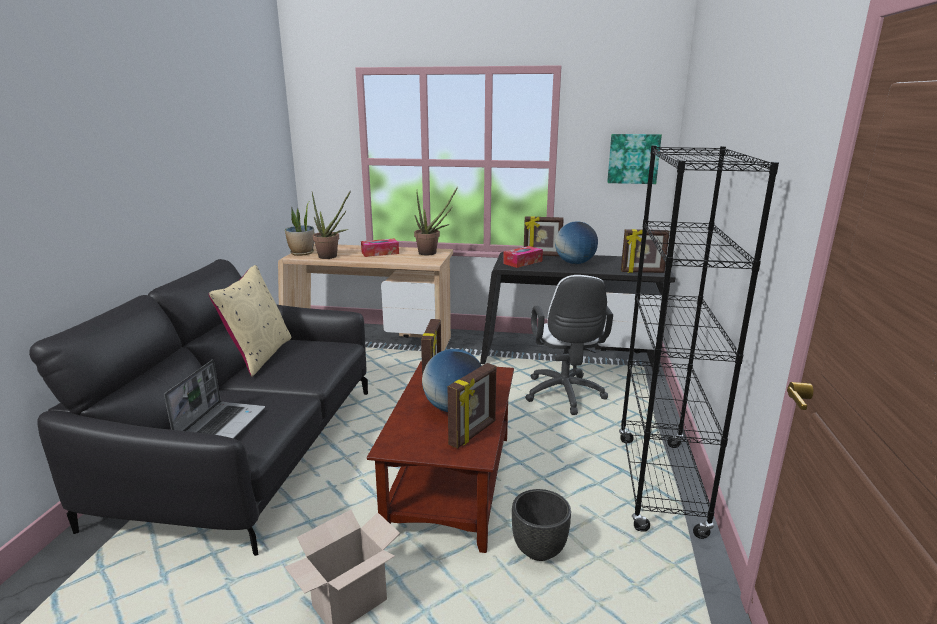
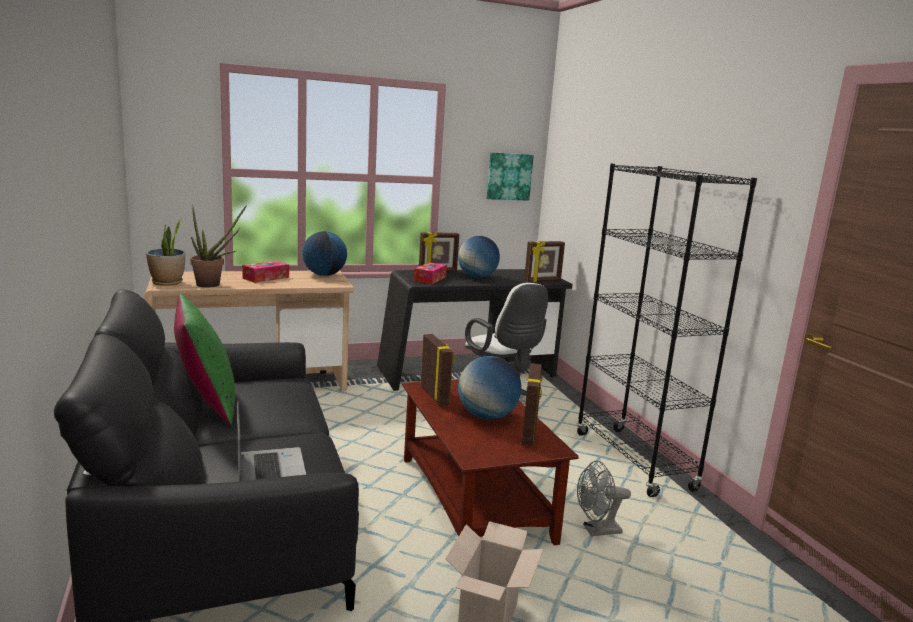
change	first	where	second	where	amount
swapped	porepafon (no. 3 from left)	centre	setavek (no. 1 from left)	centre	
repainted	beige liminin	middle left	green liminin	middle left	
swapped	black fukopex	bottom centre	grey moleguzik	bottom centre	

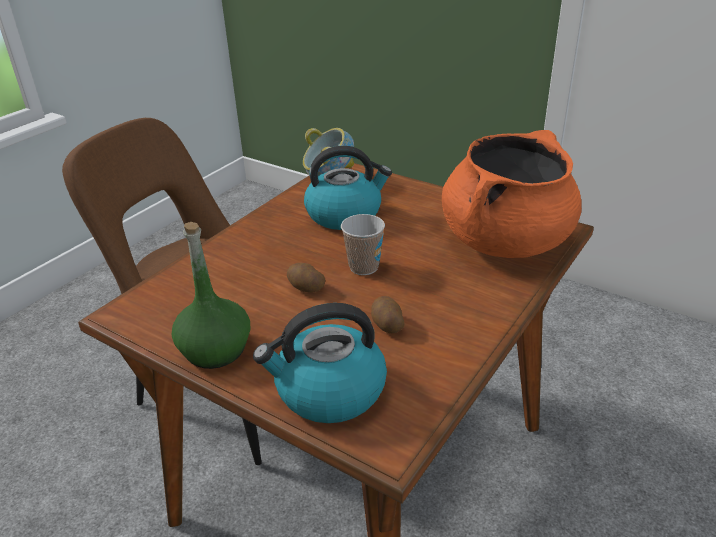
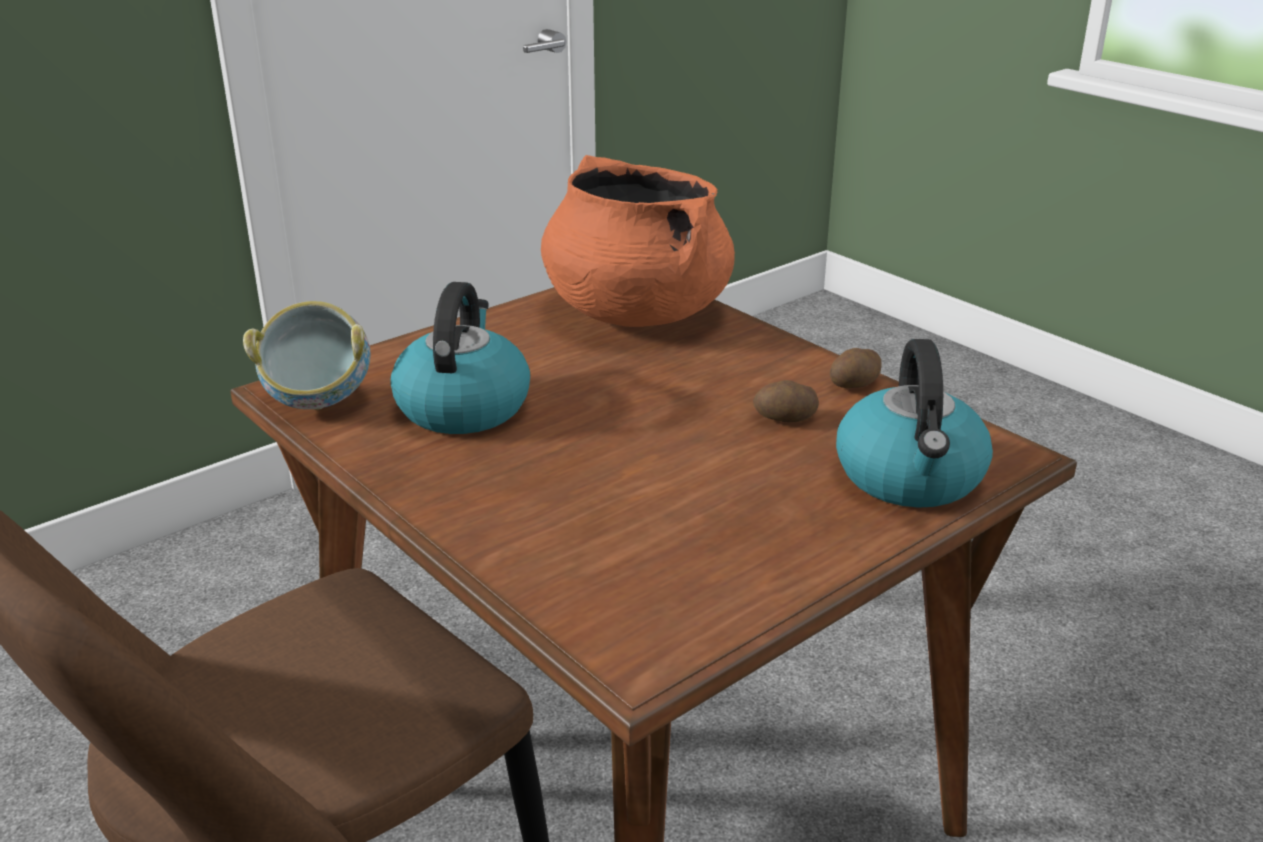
change	first	where	second	where	amount
gone	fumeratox	centre			
gone	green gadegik	middle left			
shifted	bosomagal (no. 1 from left in the first image)	centre	bosomagal (no. 2 from left)	middle right	

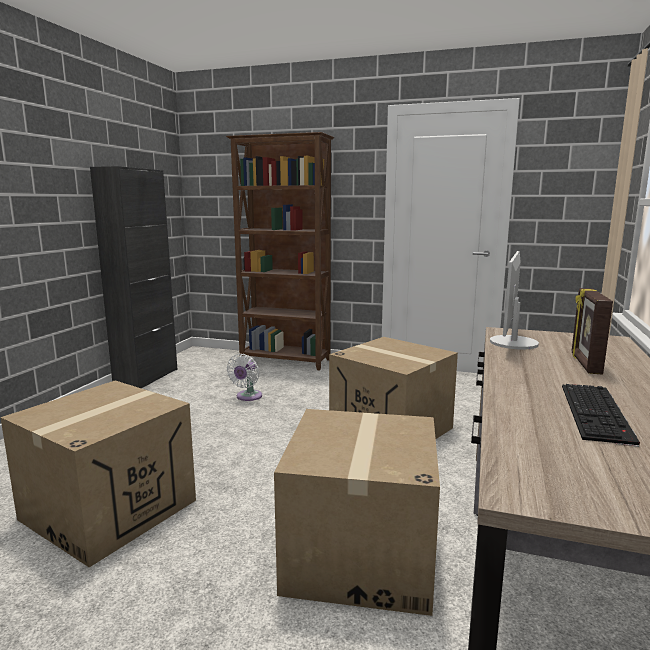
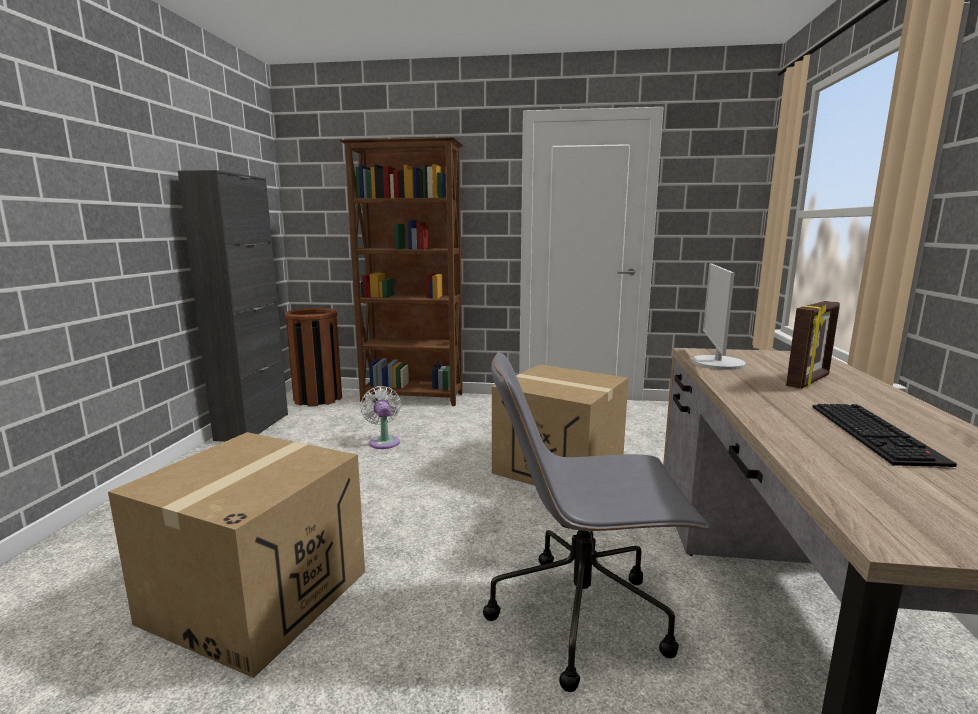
change	first	where	second	where	amount
rotated	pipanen	middle right		middle right	135 degrees counterclockwise
rotated	white moleguzik	centre		centre	150 degrees clockwise
swapped	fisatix (no. 2 from left)	bottom centre	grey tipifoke	bottom centre	
new			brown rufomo	middle left	

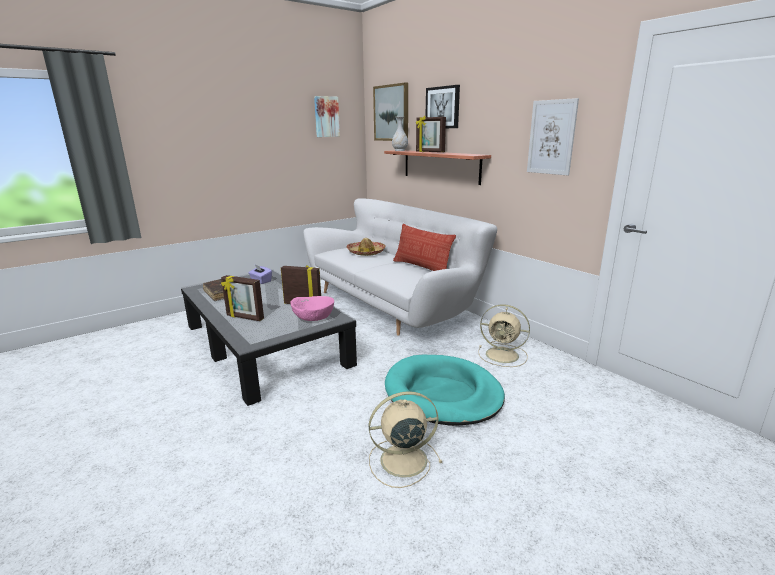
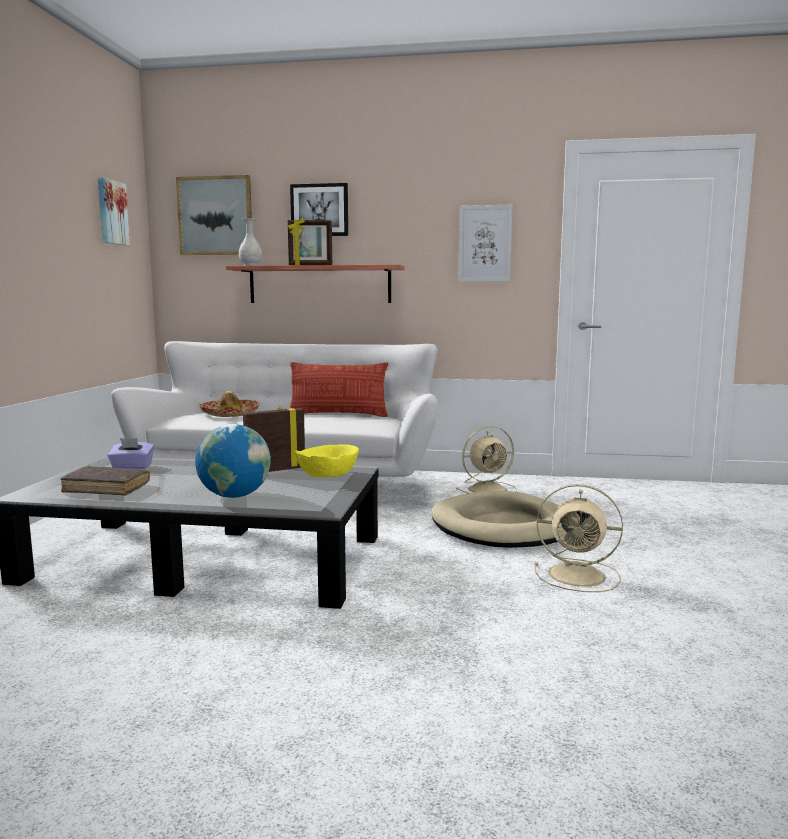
change	first	where	second	where	amount
swapped	pipanen (no. 1 from left)	middle left	setavek	middle left	
repainted	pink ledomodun	centre	yellow ledomodun	centre	
repainted	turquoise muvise	bottom centre	beige muvise	centre	
rotated	beige moleguzik (no. 1 from left in the first image)	bottom centre	beige moleguzik (no. 2 from left)	middle right	105 degrees counterclockwise

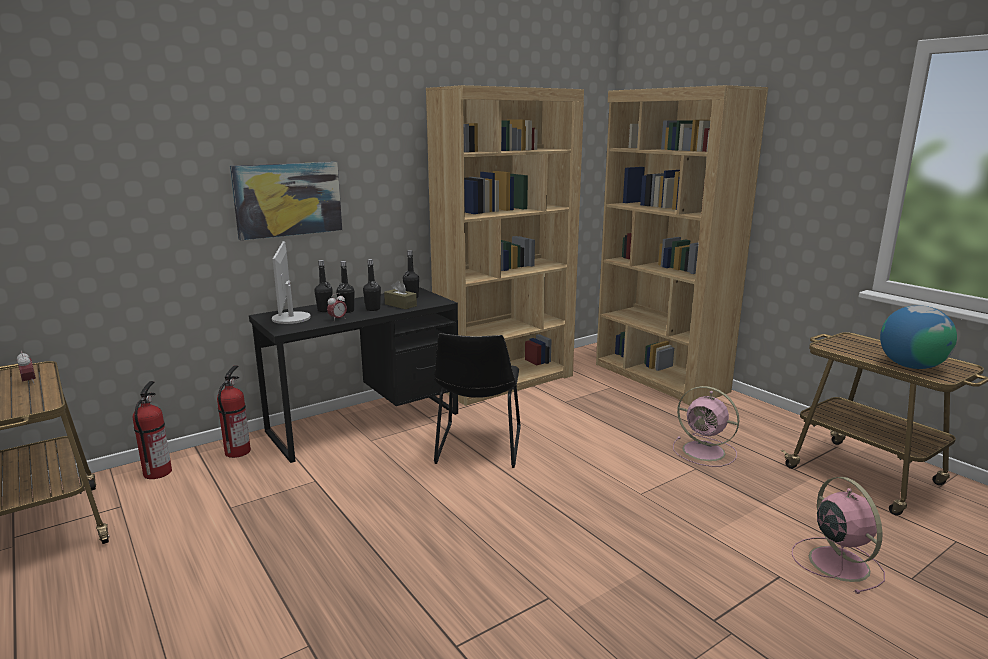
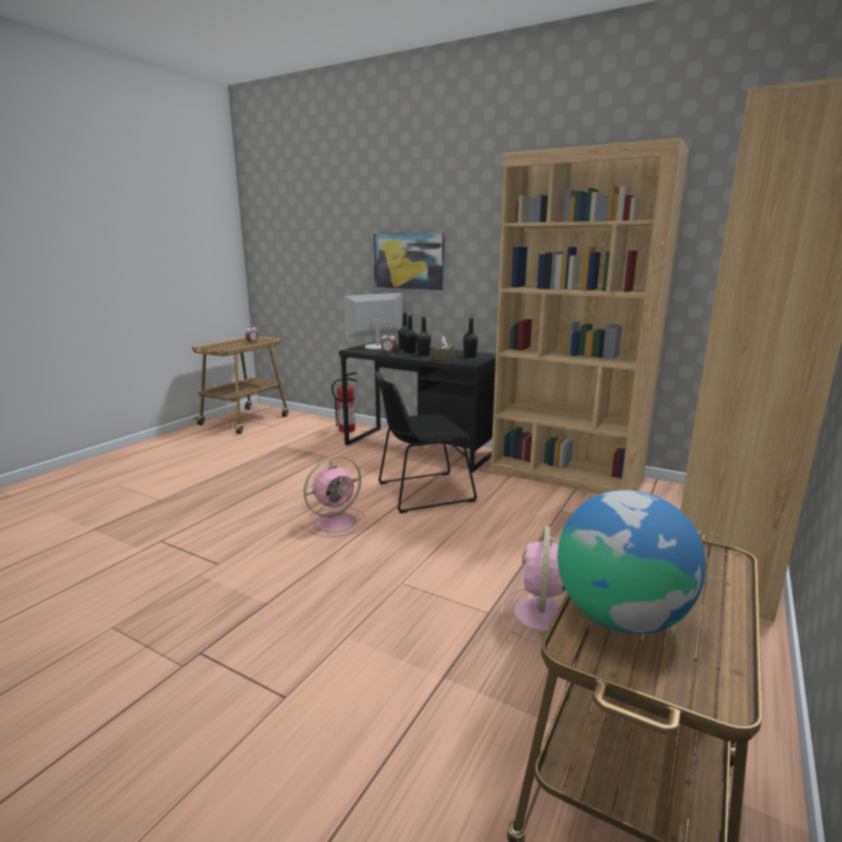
change	first	where	second	where	amount
gone	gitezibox (no. 1 from left)	middle left			
shifted	pink moleguzik (no. 2 from left in the first image)	bottom right	pink moleguzik (no. 1 from left)	centre	

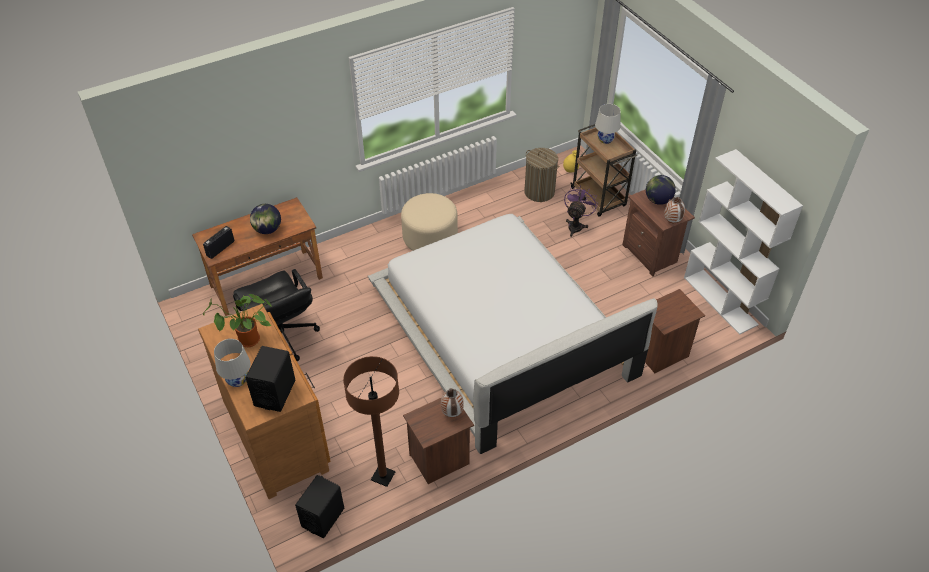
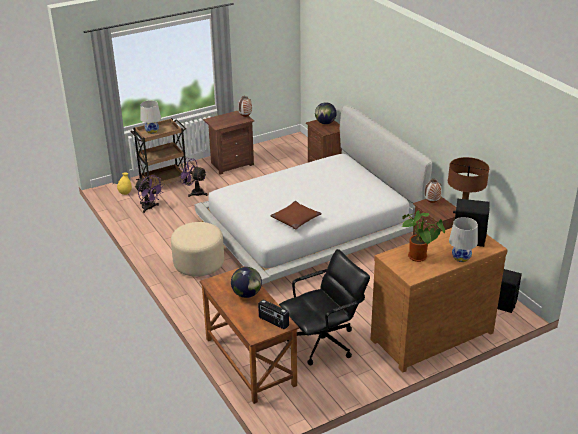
change	first	where	second	where	amount
swapped	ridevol	top centre	purple moleguzik (no. 1 from left)	middle left	
gone	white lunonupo	middle right			
shifted	setavek (no. 2 from left)	top right		top centre	
new			brown liminin	centre	

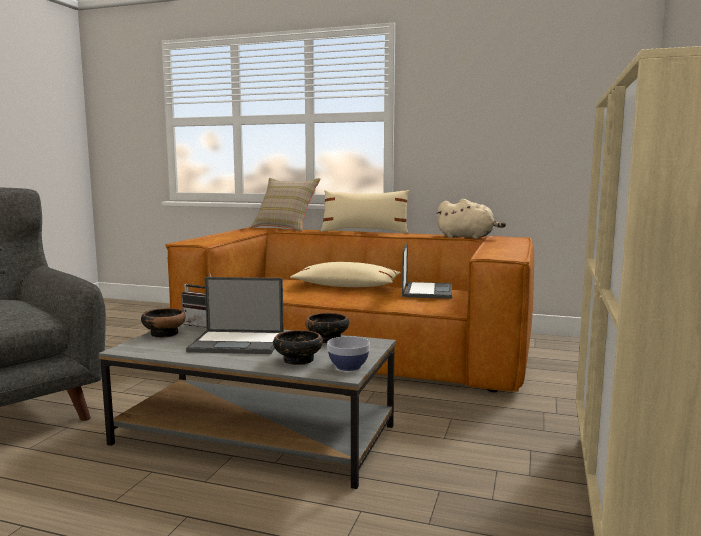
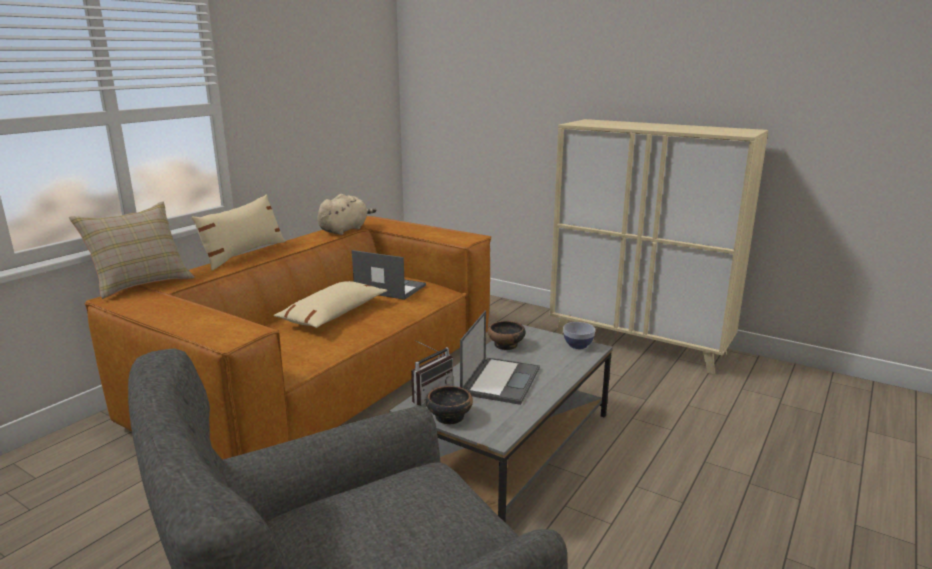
change	first	where	second	where	amount
gone	ledomodun (no. 2 from left)	centre			

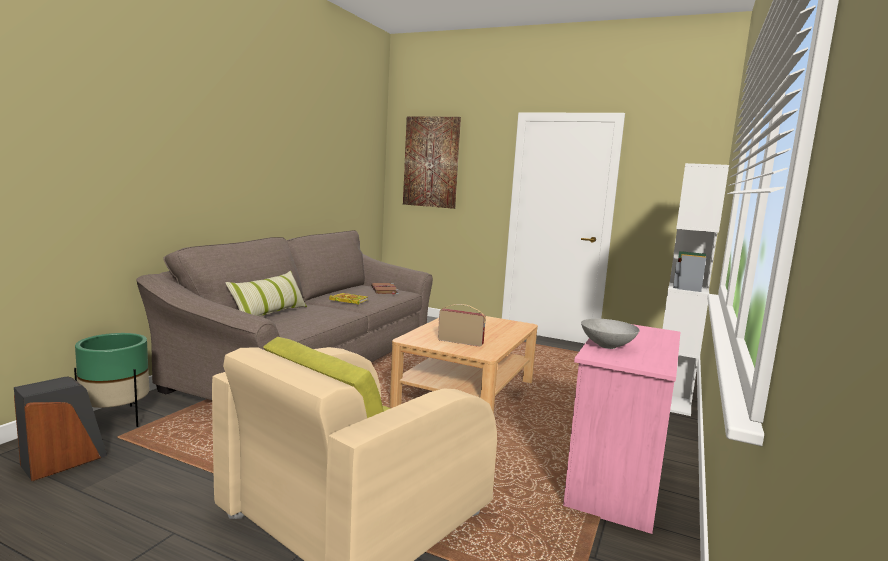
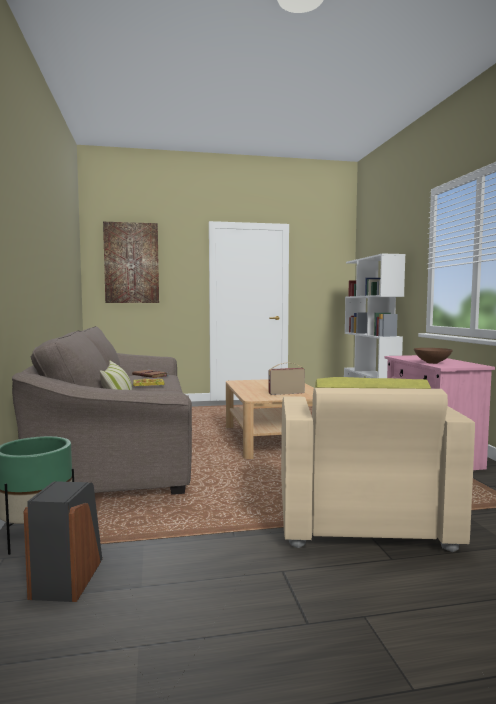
change	first	where	second	where	amount
repainted	grey ledomodun	middle right	brown ledomodun	middle right	

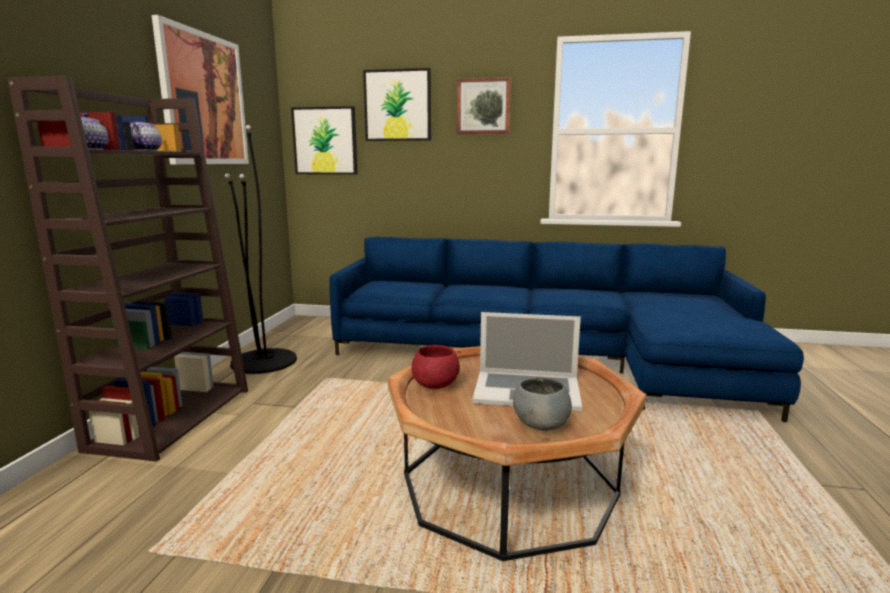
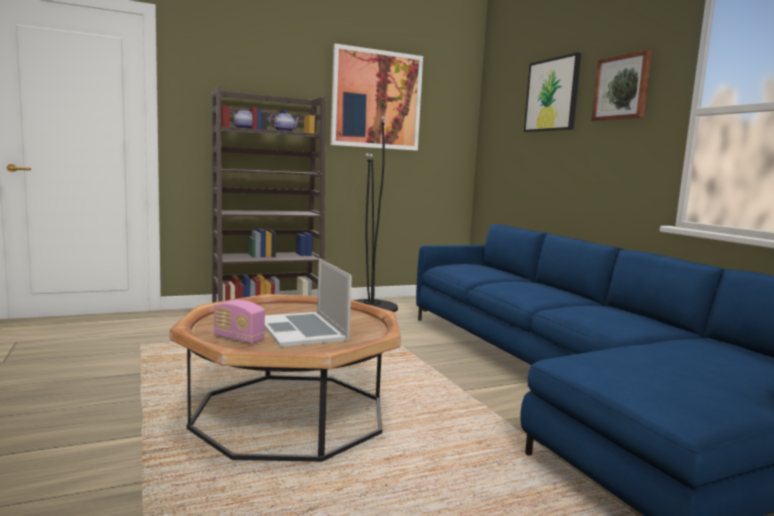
change	first	where	second	where	amount
gone	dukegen (no. 2 from left)	top centre			
gone	red ledomodun	centre			
swapped	grey ledomodun	bottom centre	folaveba	middle left	

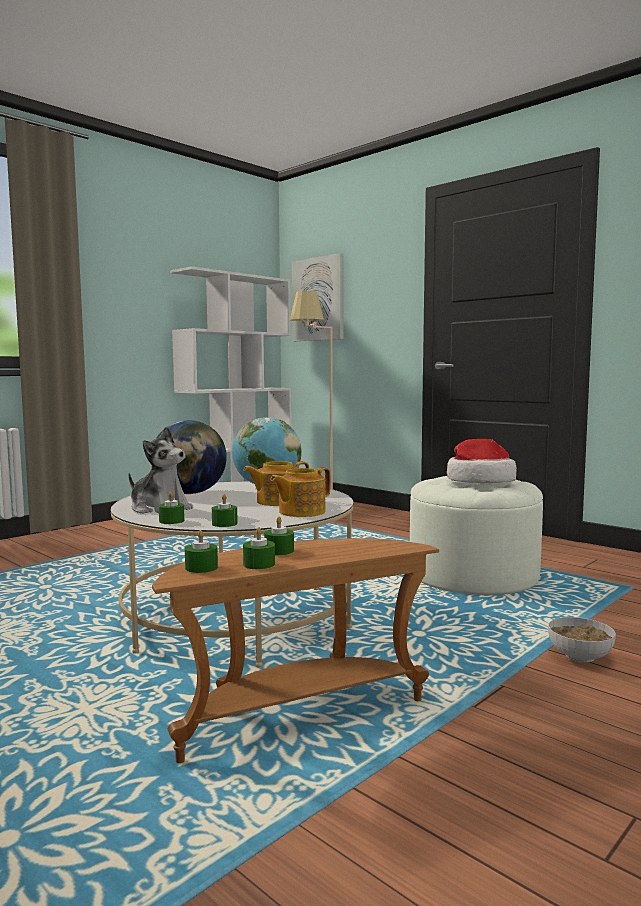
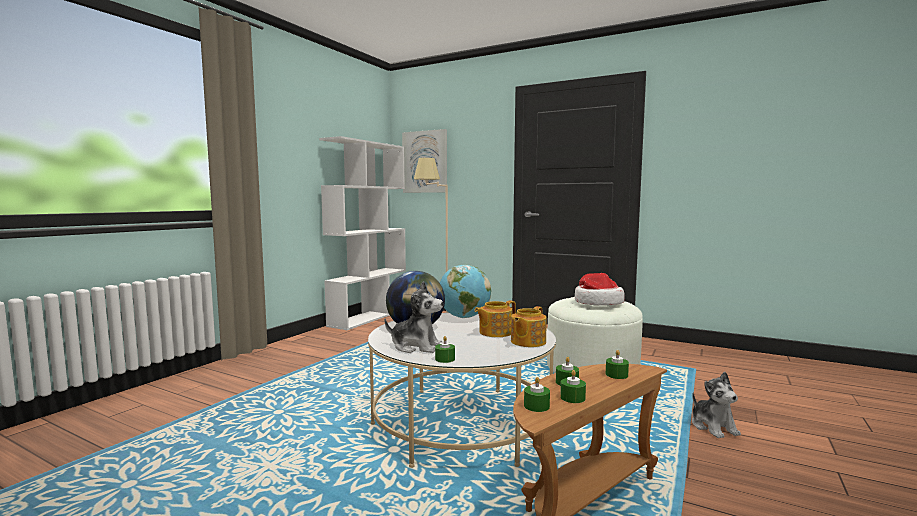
change	first	where	second	where	amount
shifted	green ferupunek (no. 3 from left in the first image)	centre	green ferupunek (no. 5 from left)	bottom right	
swapped	ledomodun	bottom right	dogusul (no. 2 from left)	bottom right	

